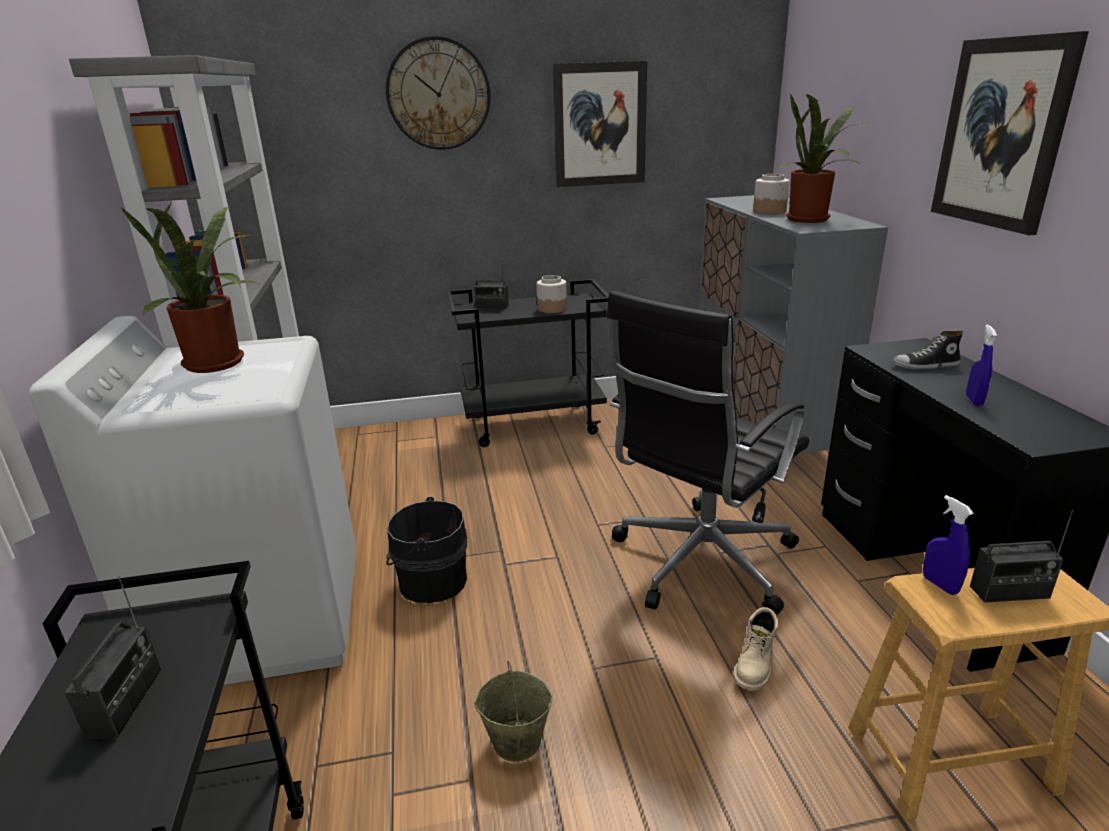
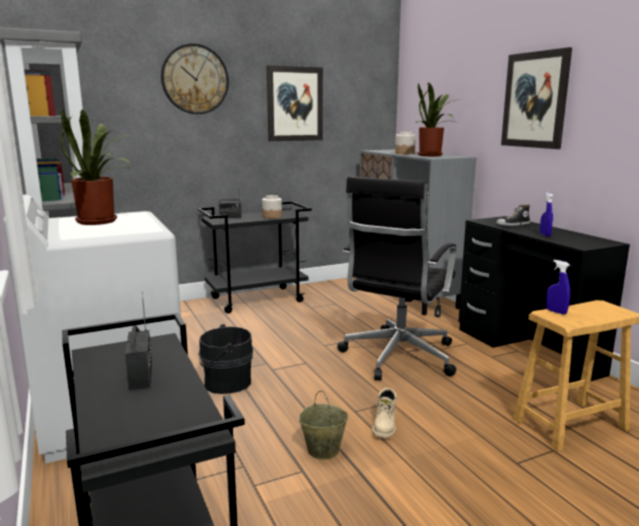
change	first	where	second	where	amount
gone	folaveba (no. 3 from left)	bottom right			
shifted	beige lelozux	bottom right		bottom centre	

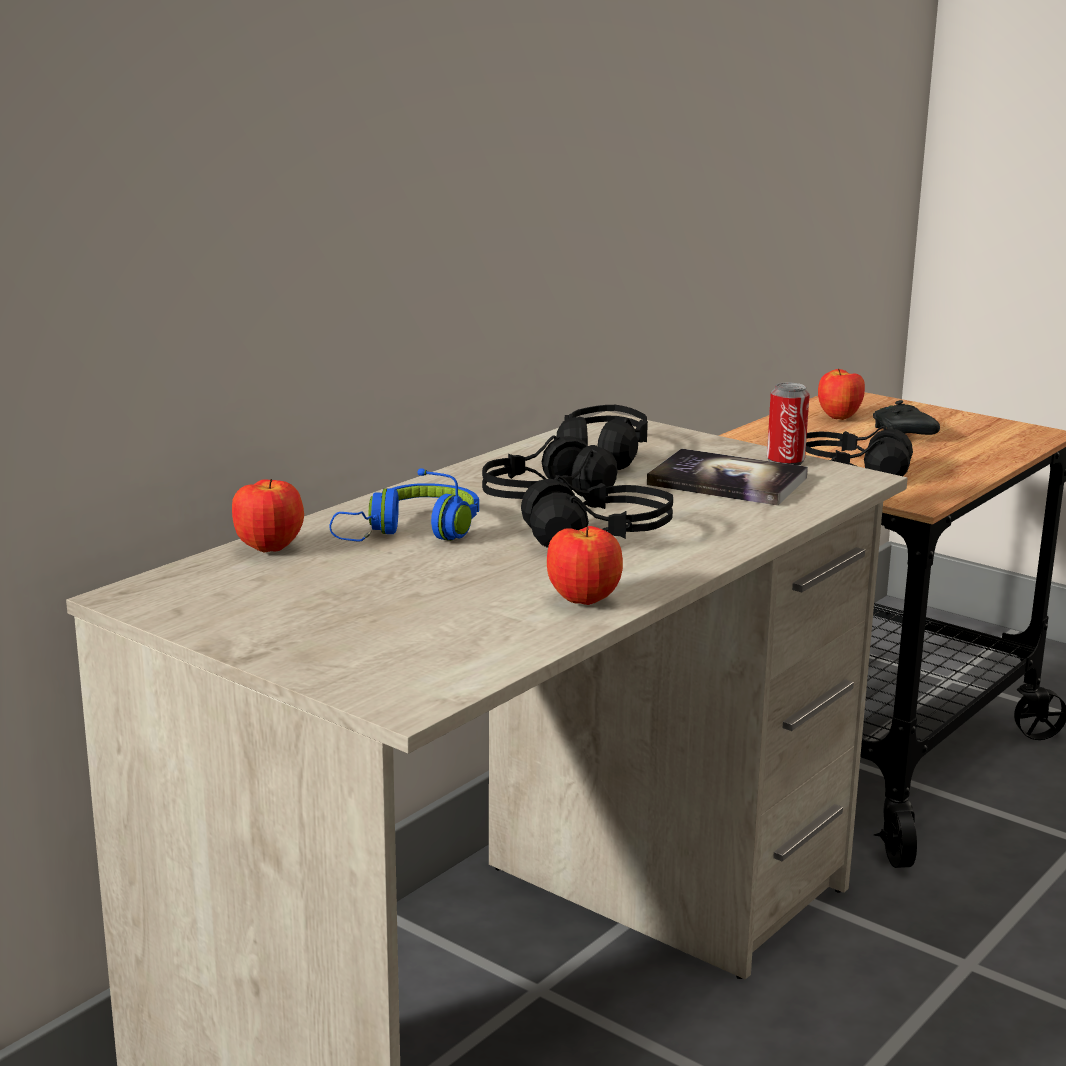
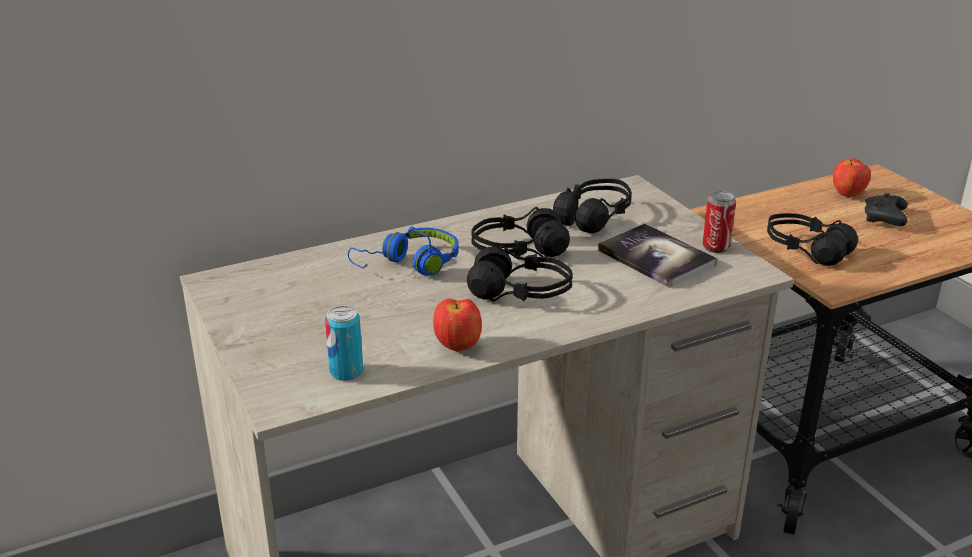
change	first	where	second	where	amount
gone	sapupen (no. 1 from left)	middle left			
new			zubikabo (no. 1 from left)	centre	

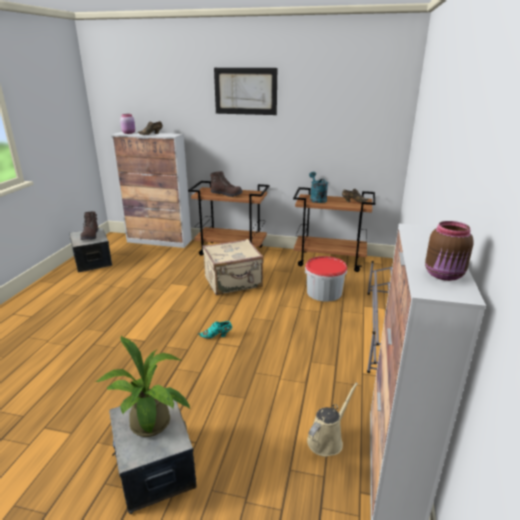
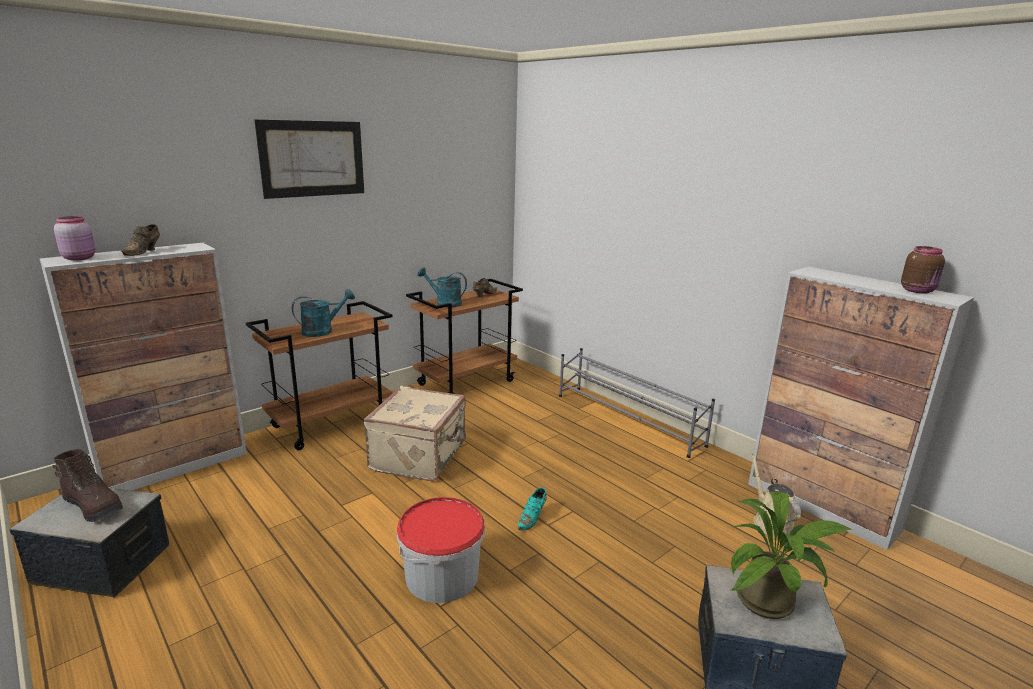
change	first	where	second	where	amount
swapped	brown lelozux (no. 2 from left)	centre	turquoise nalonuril (no. 1 from left)	middle left	
shifted	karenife	centre		bottom centre	

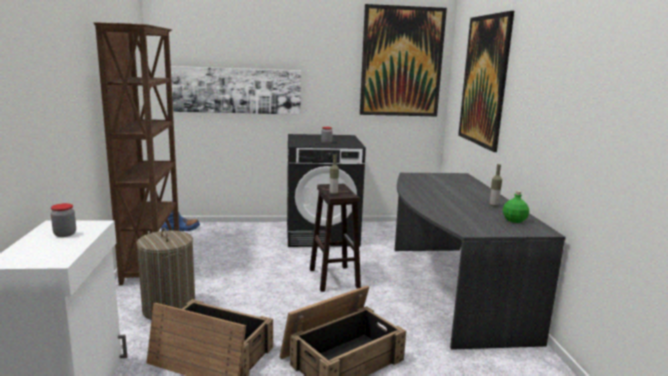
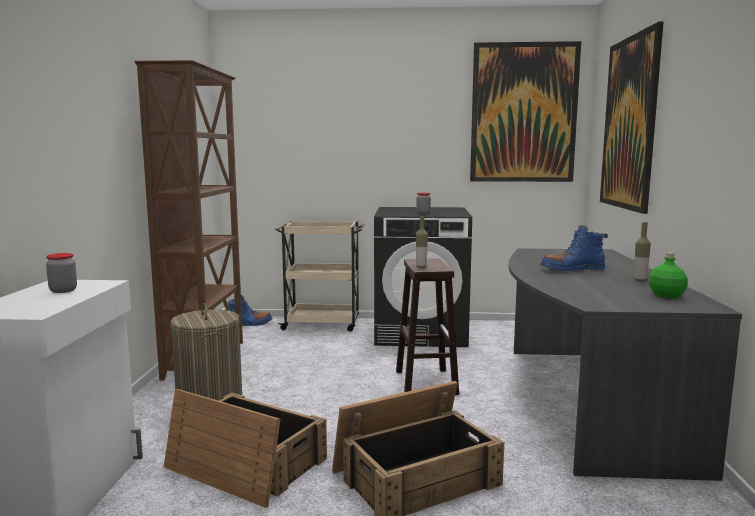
change	first	where	second	where	amount
gone	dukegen (no. 1 from left)	top centre			
new			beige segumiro	centre	
new			blue lelozux (no. 2 from left)	middle right	

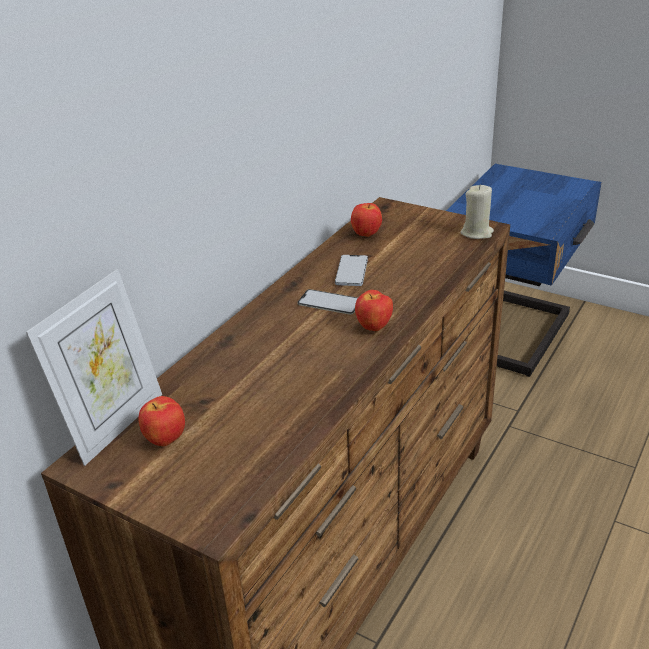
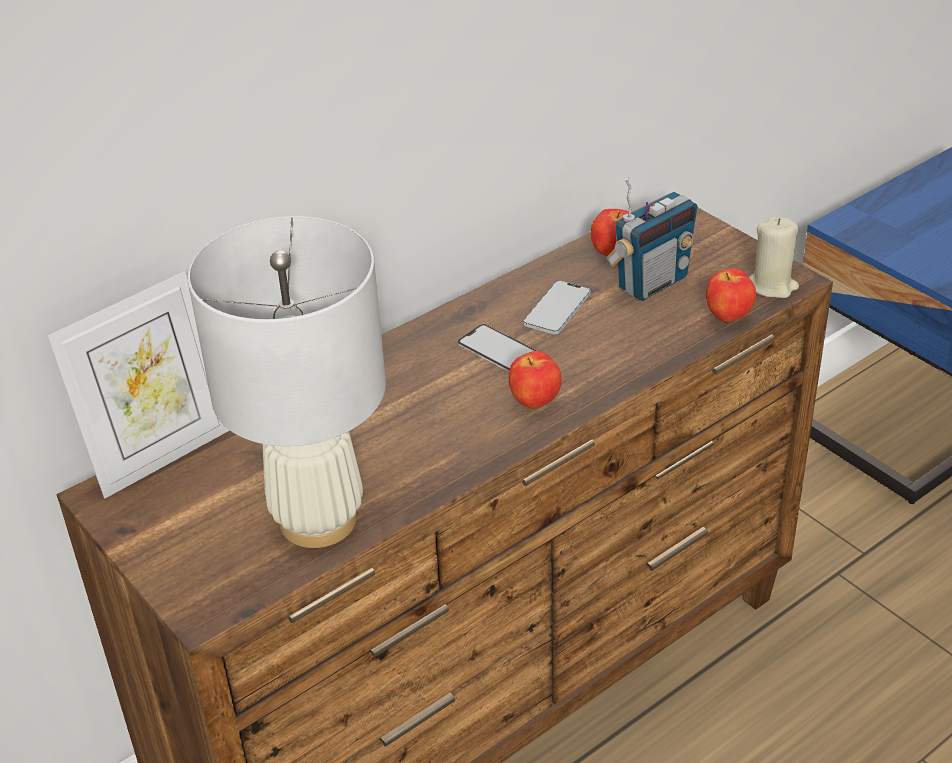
change	first	where	second	where	amount
shifted	sapupen (no. 1 from left in the first image)	middle left	sapupen (no. 3 from left)	middle right	
new			folaveba	top right	
new			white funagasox	middle left	

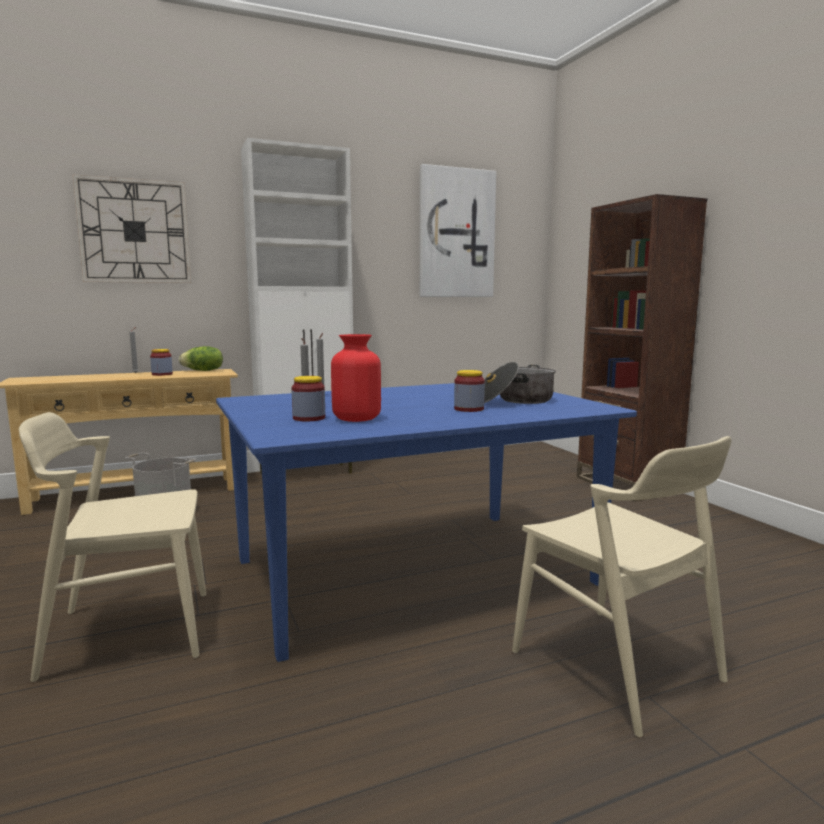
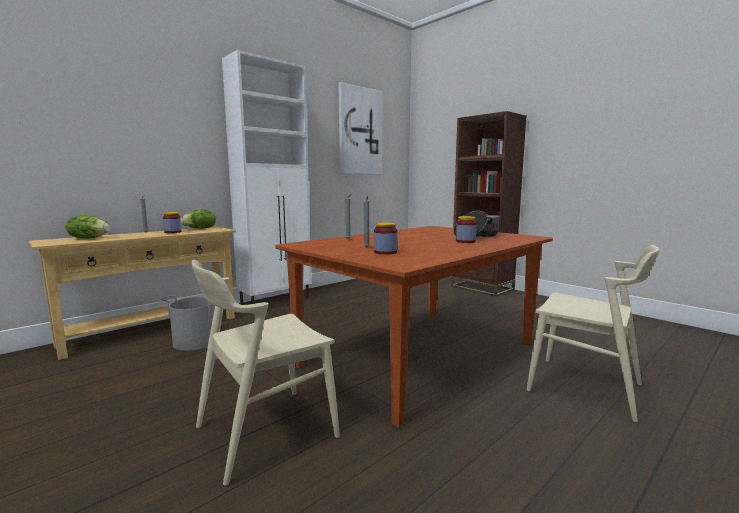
change	first	where	second	where	amount
gone	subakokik	top left			
gone	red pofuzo	centre			
repainted	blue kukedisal	centre	brown kukedisal	centre	
new			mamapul (no. 1 from left)	middle left	

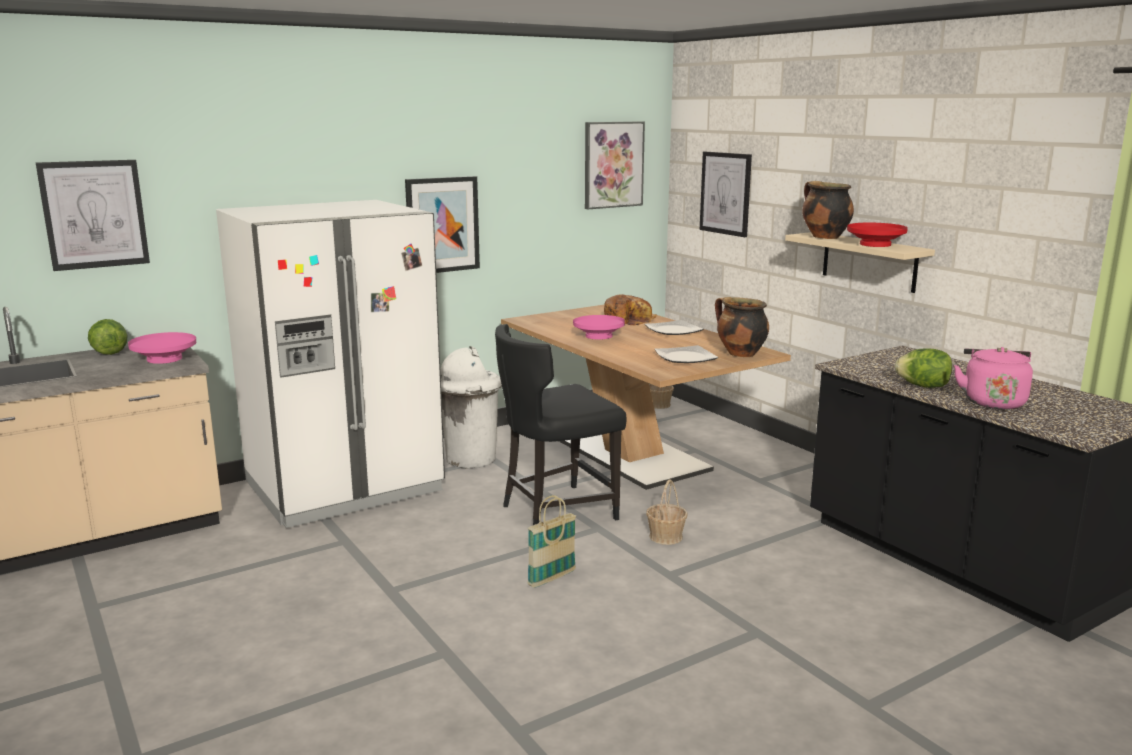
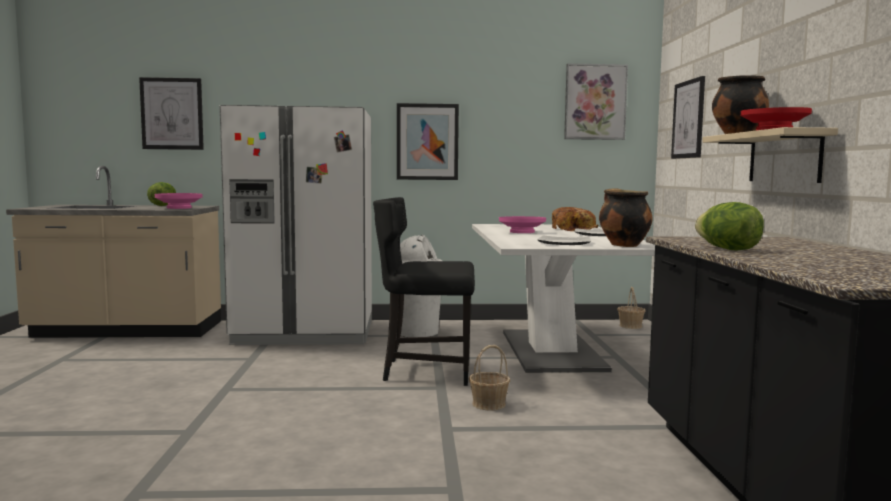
change	first	where	second	where	amount
repainted	brown kukedisal	centre	white kukedisal	centre	
gone	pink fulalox	middle right			
gone	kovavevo (no. 1 from left)	bottom centre			

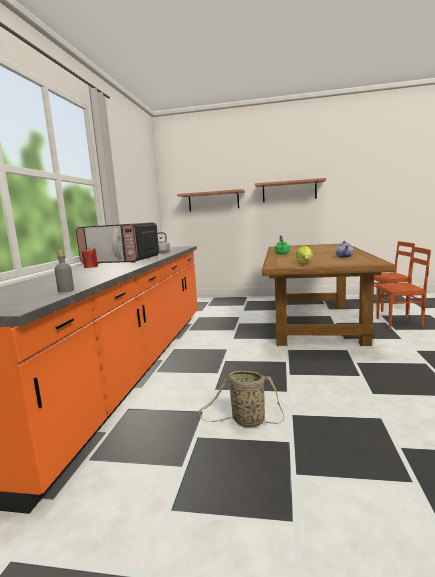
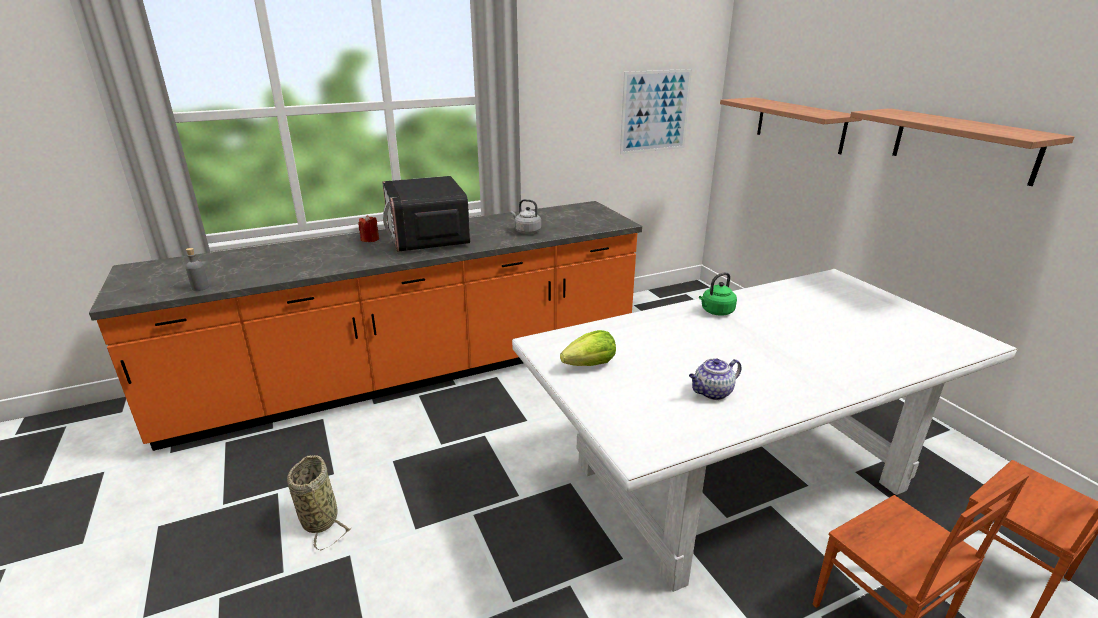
change	first	where	second	where	amount
repainted	brown kukedisal	middle right	white kukedisal	bottom right	
new			dukegen	top centre	

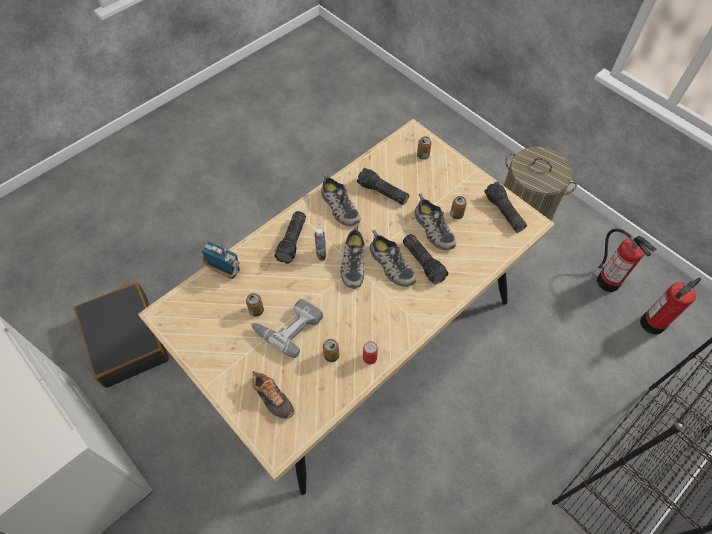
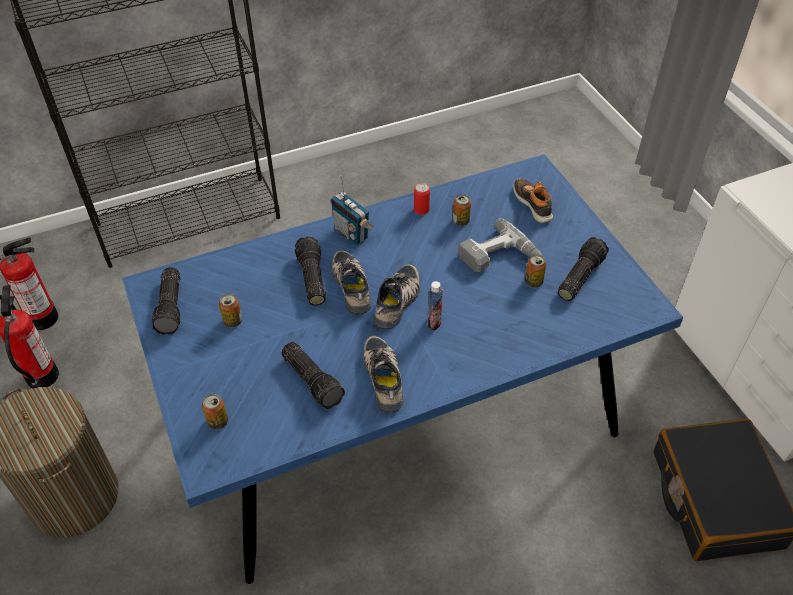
change	first	where	second	where	amount
repainted	beige kukedisal	centre	blue kukedisal	centre	
gone	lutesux (no. 5 from left)	centre			
shifted	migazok (no. 1 from left in the first image)	centre	migazok (no. 4 from left)	middle right	
shifted	folaveba	middle left		centre	

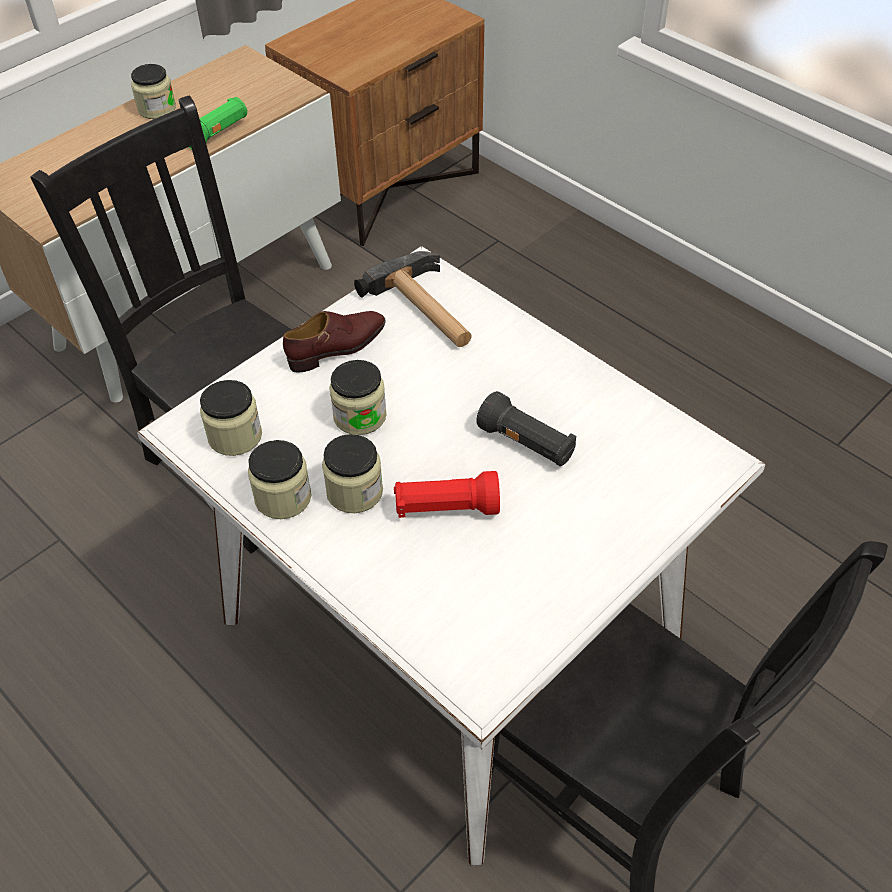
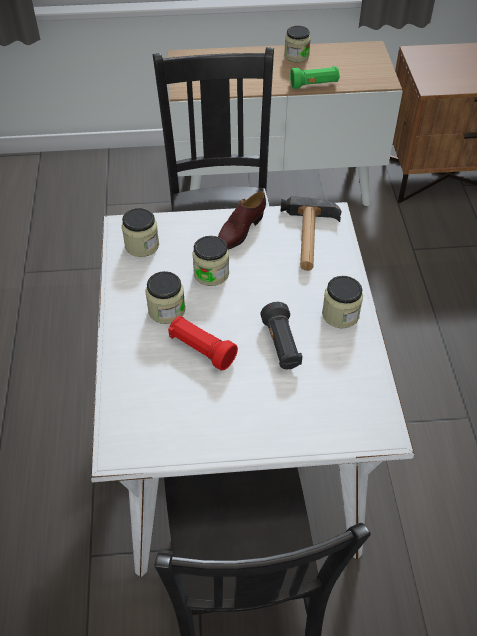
change	first	where	second	where	amount
rotated	brown lutesux	centre		centre	120 degrees clockwise
shifted	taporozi (no. 3 from left in the first image)	middle left	taporozi (no. 5 from left)	middle right	

